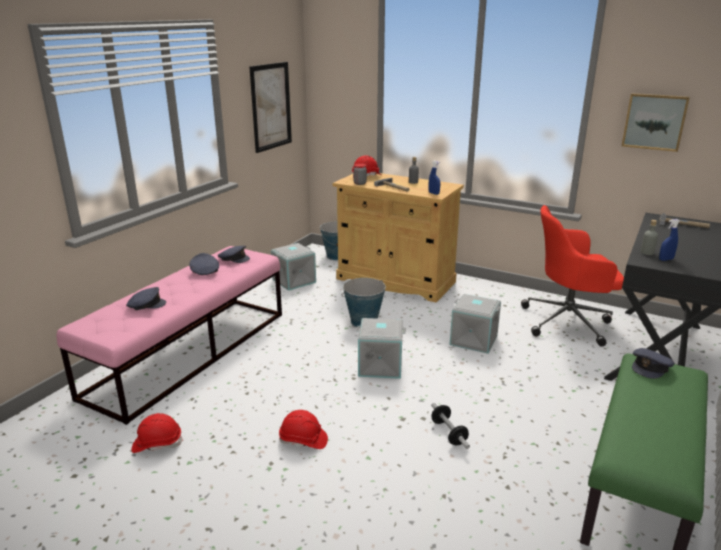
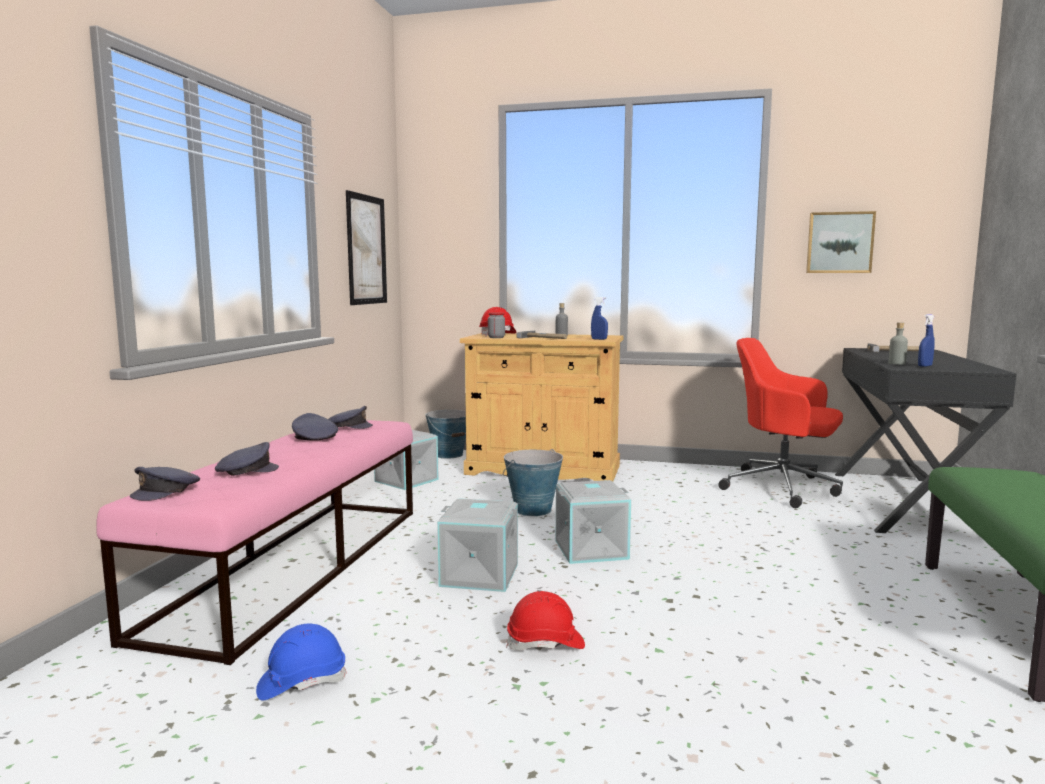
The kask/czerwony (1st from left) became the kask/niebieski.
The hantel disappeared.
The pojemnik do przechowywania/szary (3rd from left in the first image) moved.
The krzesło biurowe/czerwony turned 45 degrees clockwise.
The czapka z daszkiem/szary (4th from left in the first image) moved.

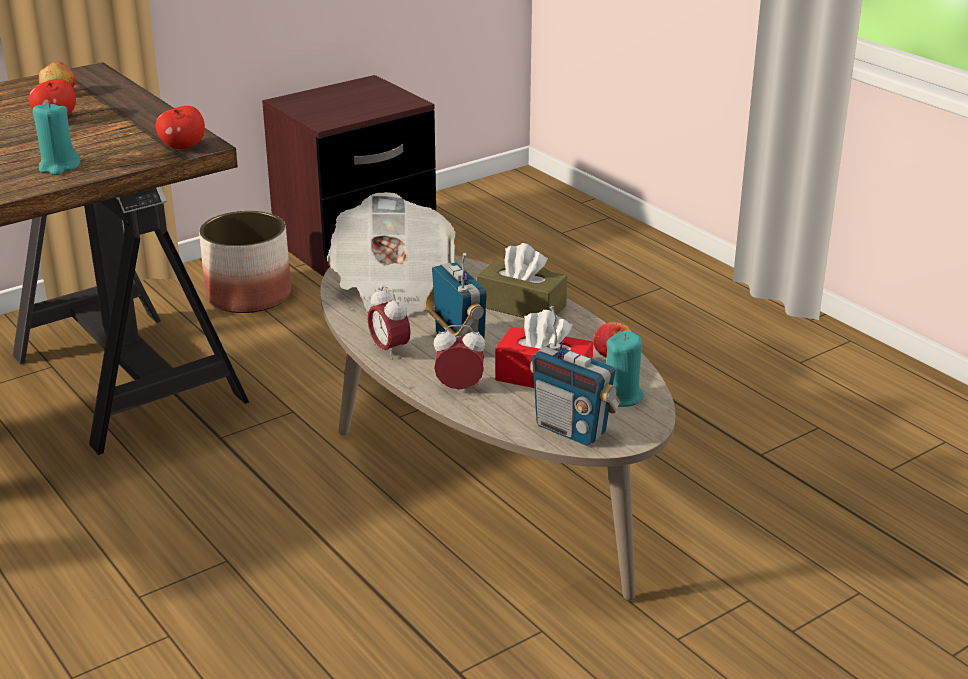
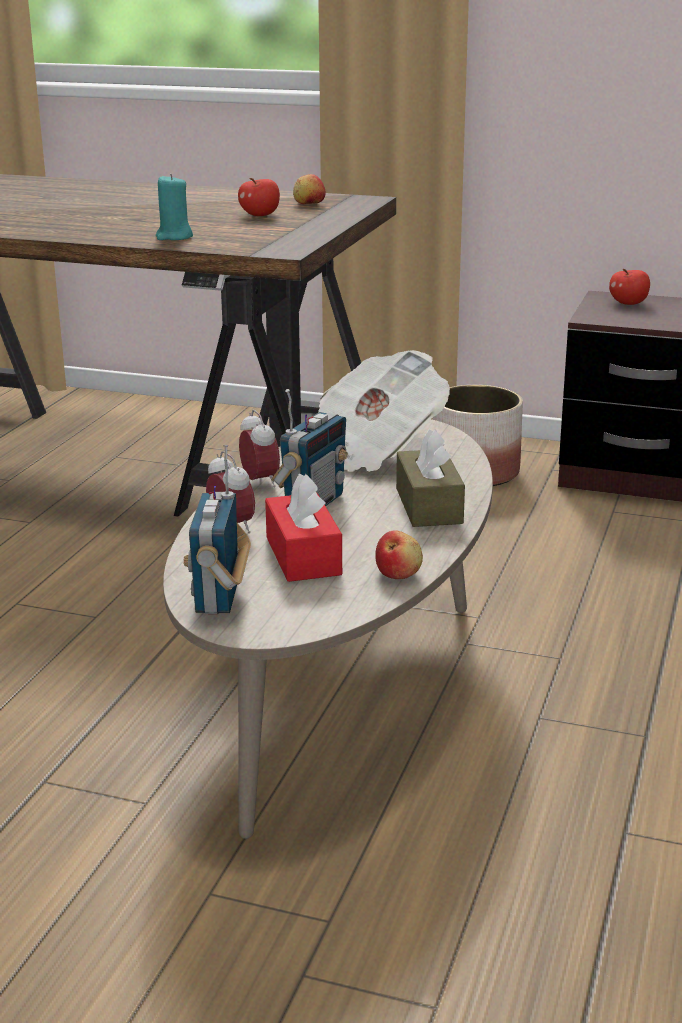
The jabłko (3rd from left in the first image) moved.
The budzik (1st from left in the first image) turned 135 degrees clockwise.
The świeca/turkusowy (2nd from left) disappeared.

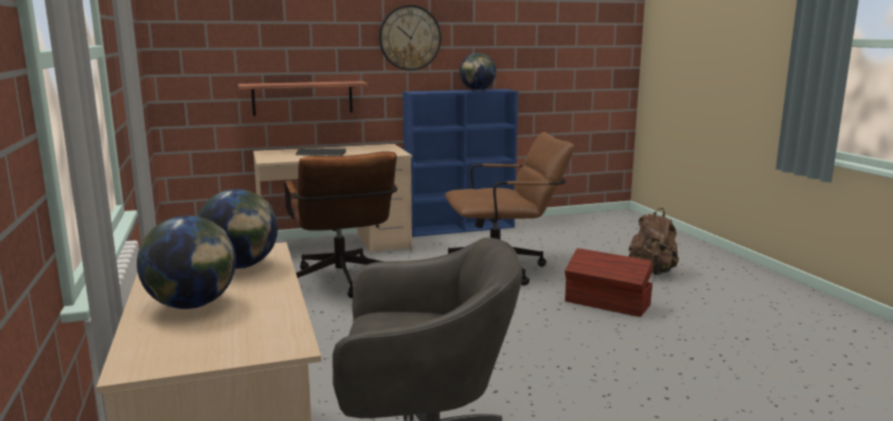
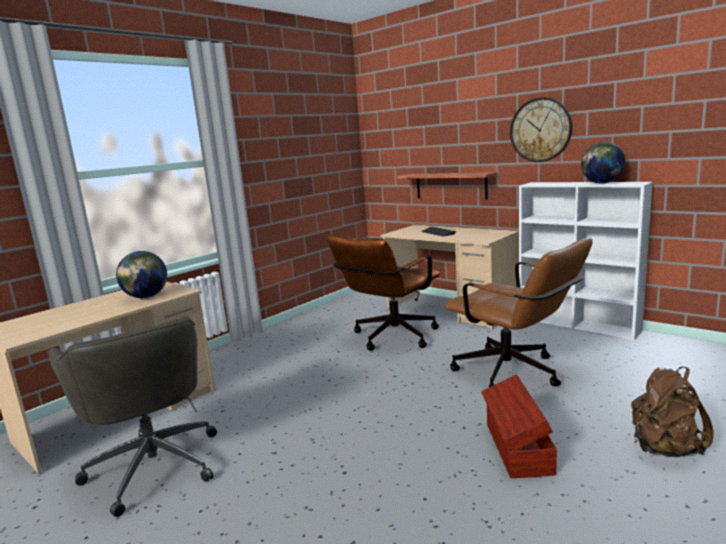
The globus (1st from left) disappeared.
The regał/niebieski became the regał/biały.

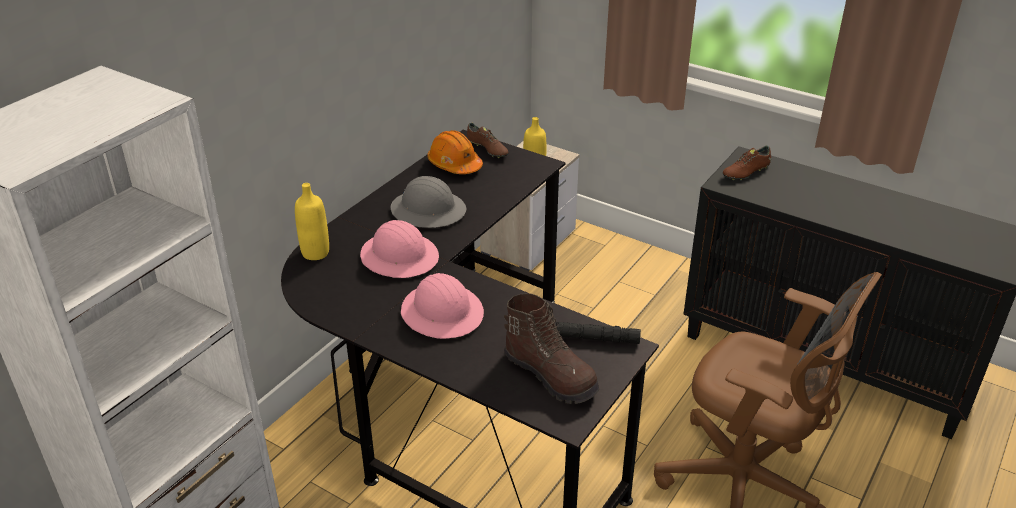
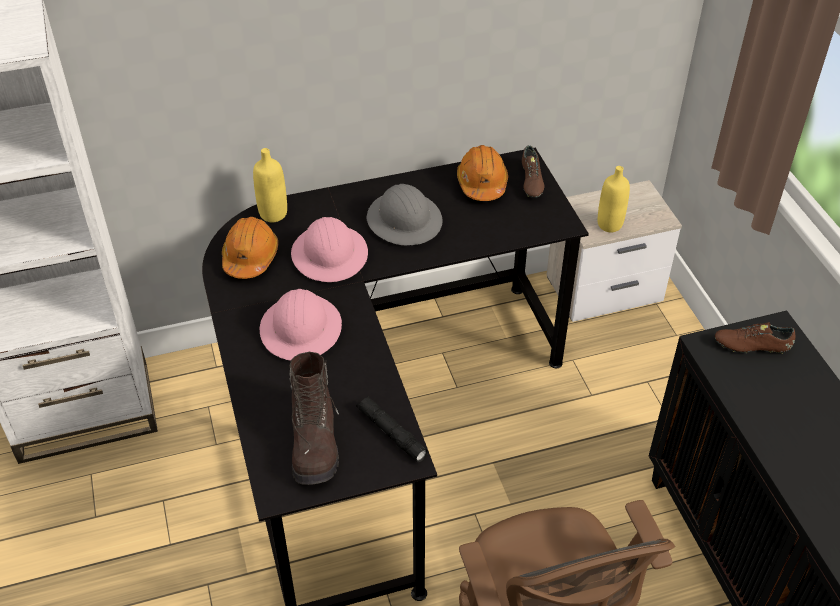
The kask/pomarańczowy (1st from left) appeared.

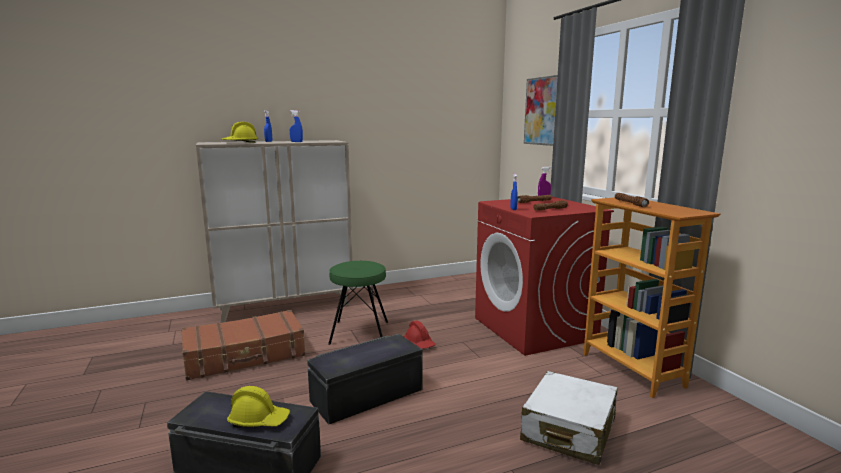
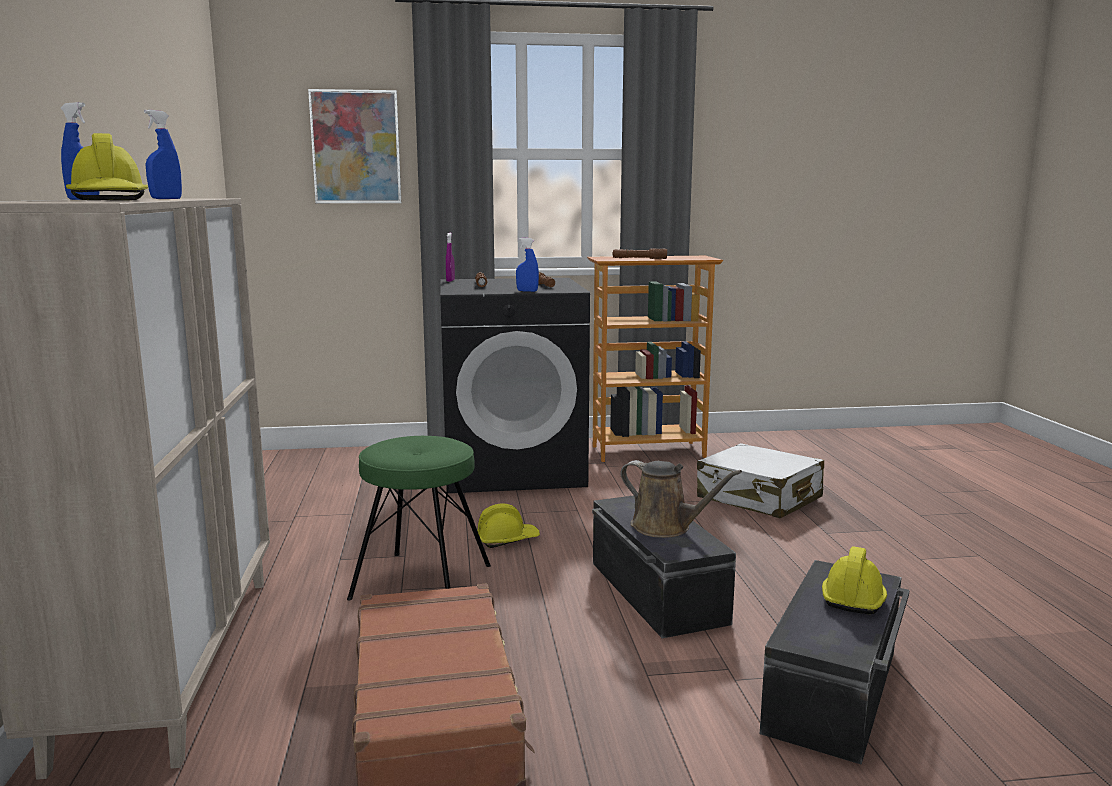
The kask/czerwony became the kask/żółty (2nd from left).
The pralka/czerwony became the pralka/czarny.
The konewka/brązowy appeared.

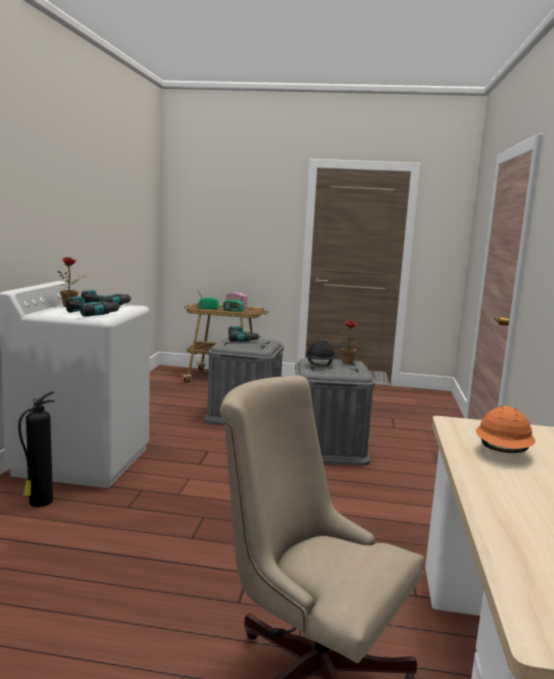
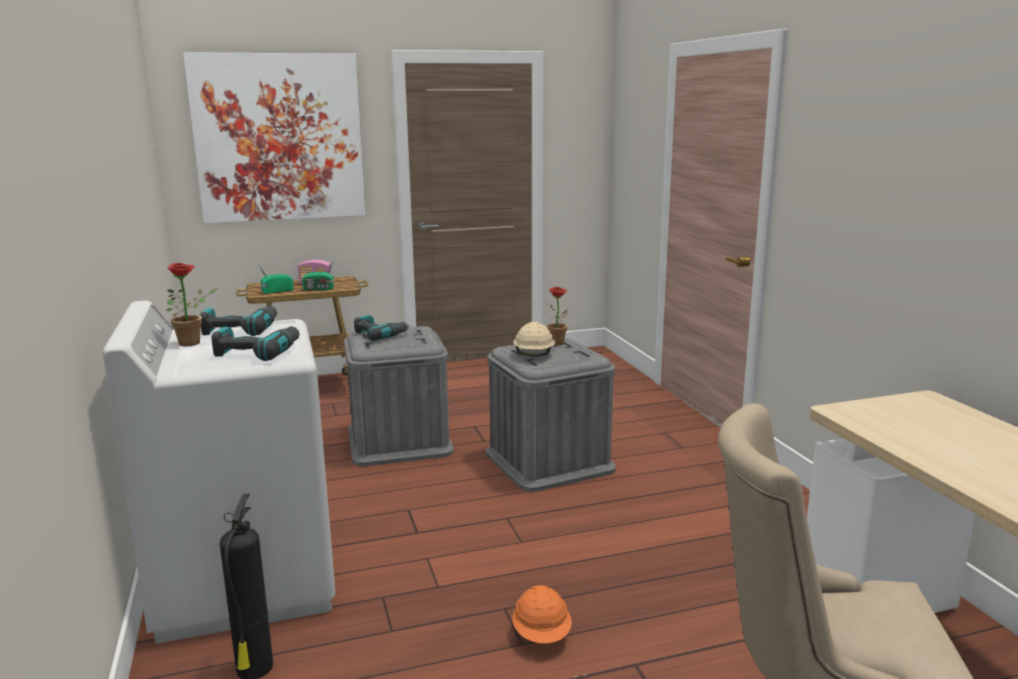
The kask/czarny became the kask/beżowy.
The kask/pomarańczowy moved.
The obraz appeared.

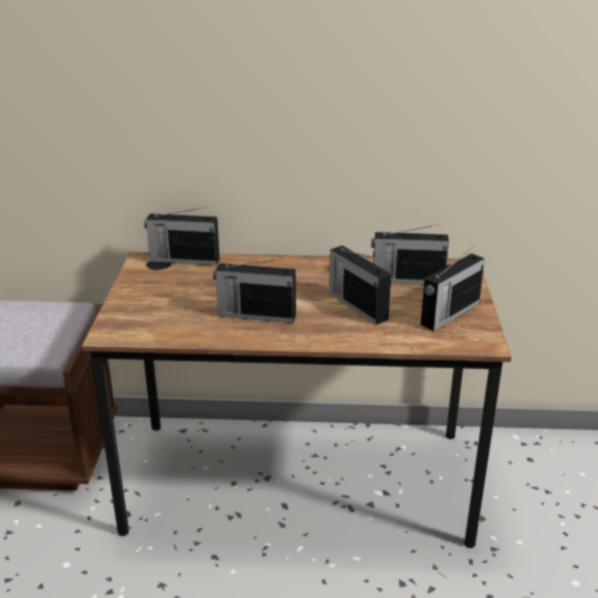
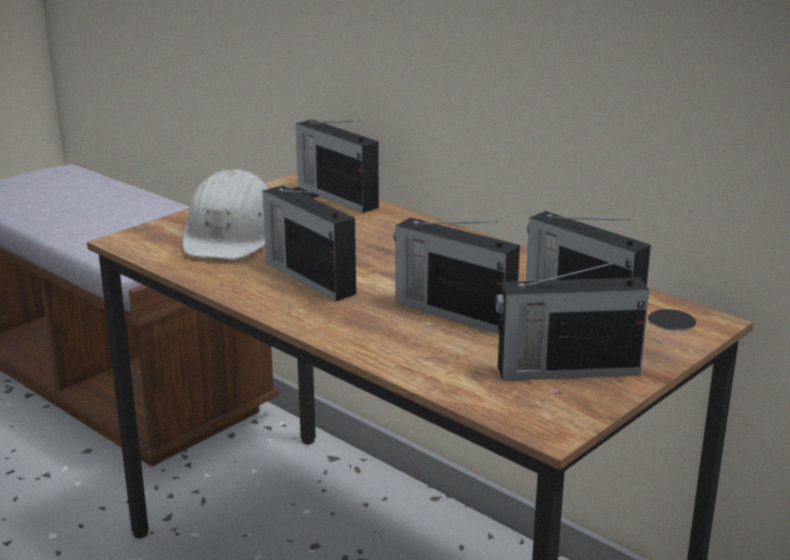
The radio (3rd from left) turned 60 degrees counterclockwise.
The kask/biały appeared.

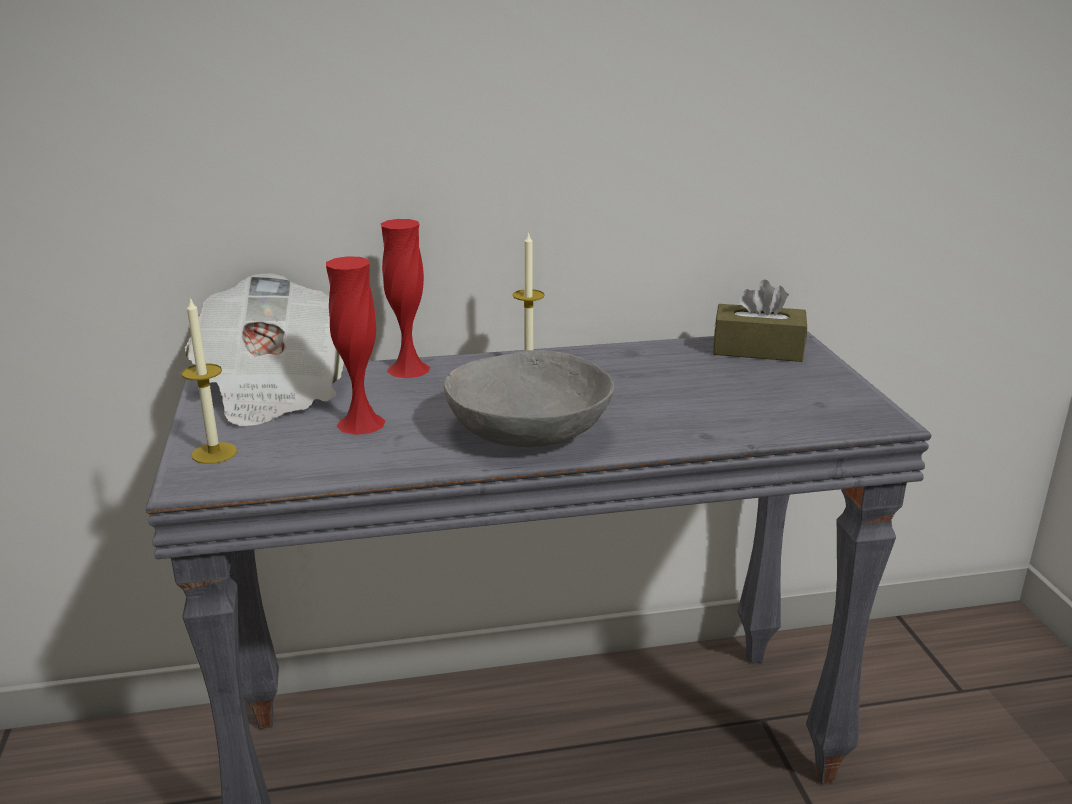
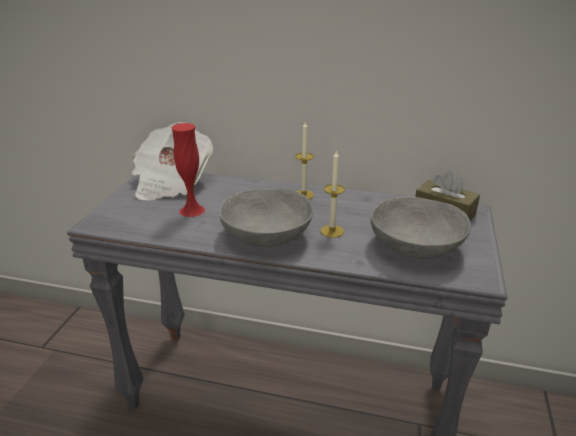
The świeca (1st from left in the first image) moved.
The wazon/czerwony (2nd from left) disappeared.
The miska/szary (2nd from left) appeared.

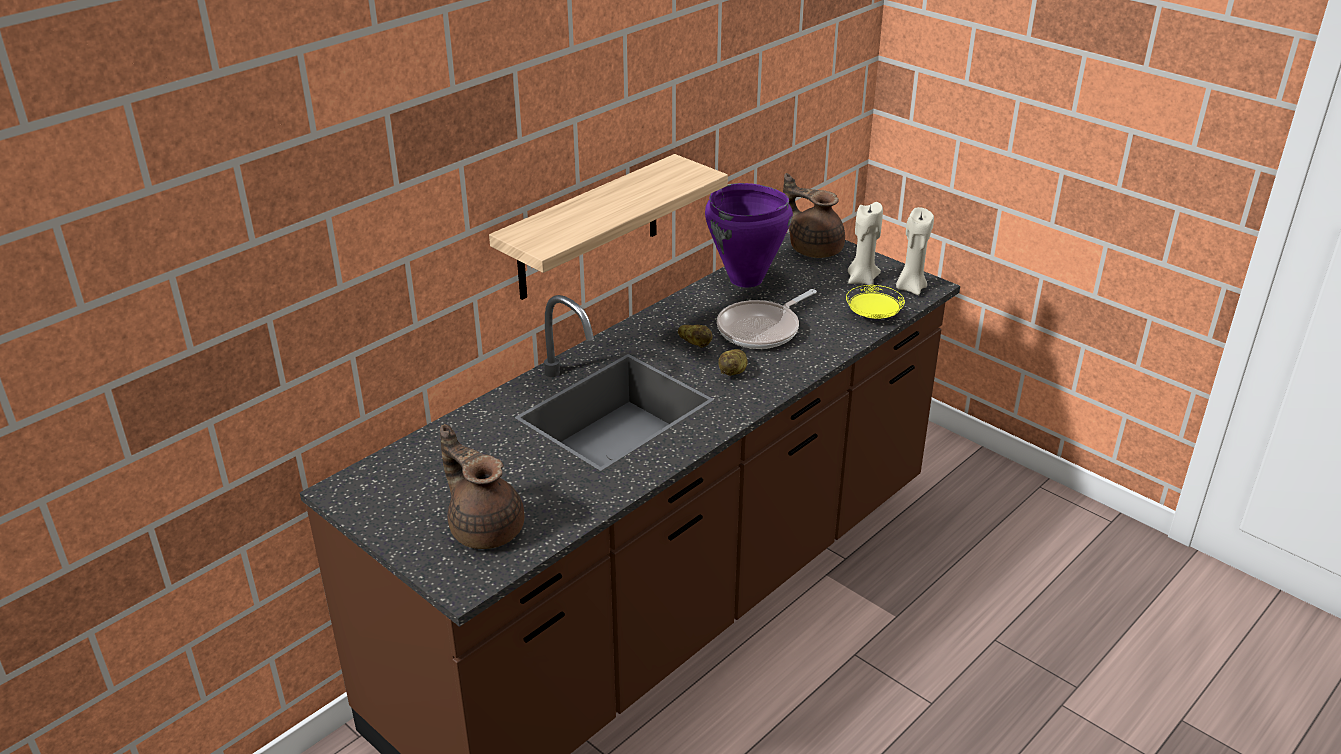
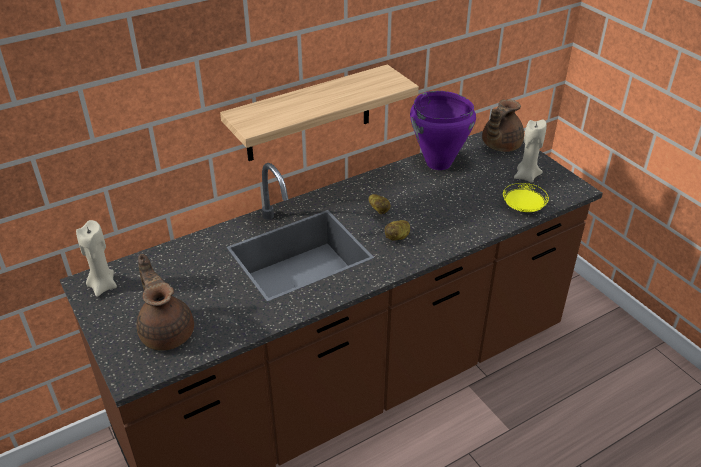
The patelnia disappeared.
The imbryk/brązowy (2nd from left) turned 105 degrees counterclockwise.
The świeca/beżowy (2nd from left in the first image) moved.

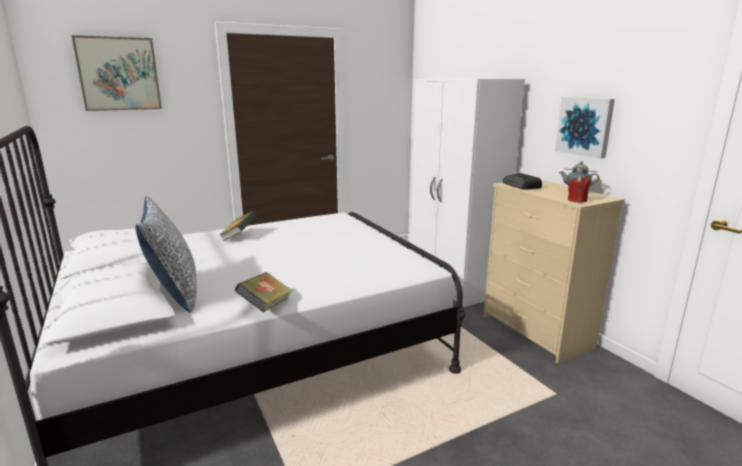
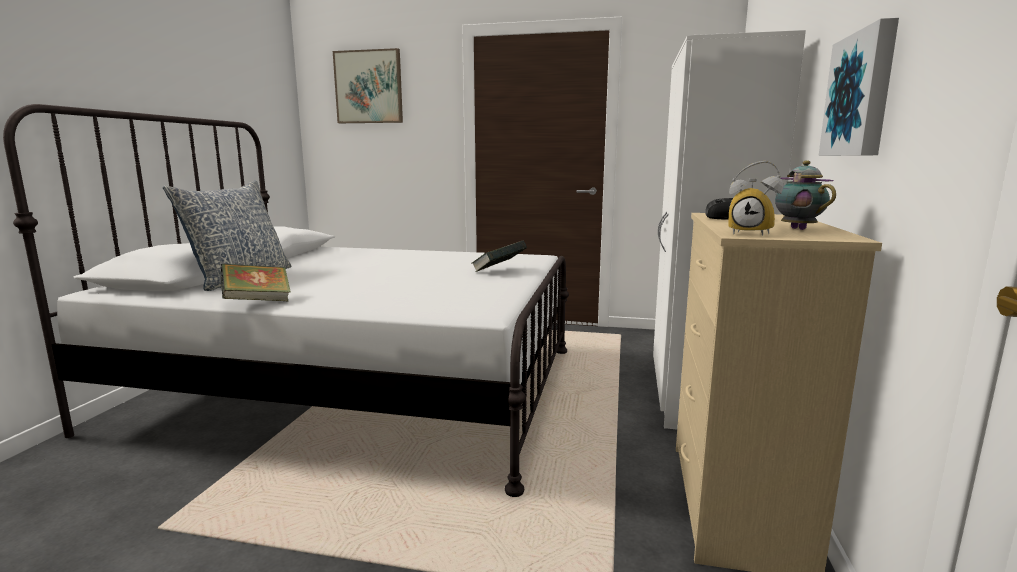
The książka (1st from left in the first image) moved.
The świeca/czerwony was replaced by the budzik.

